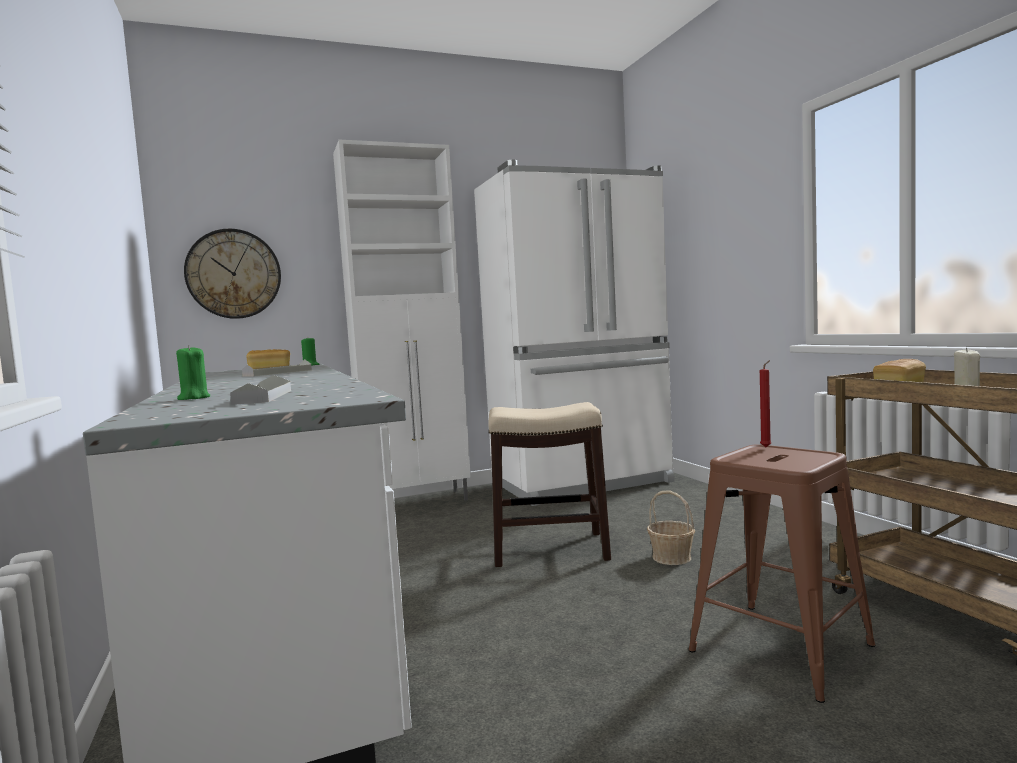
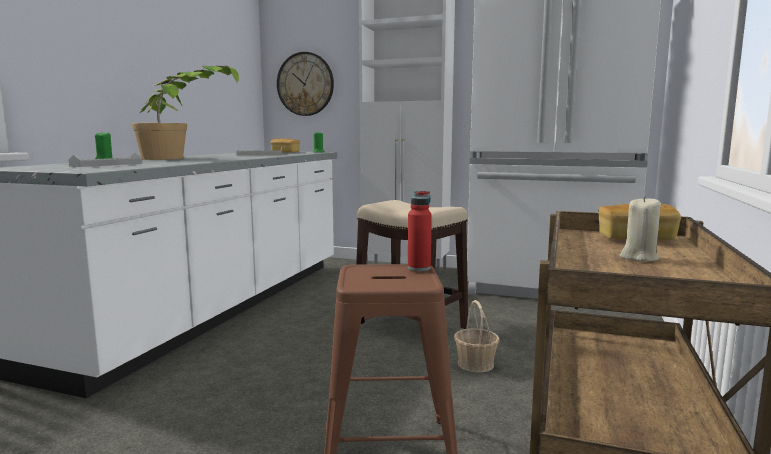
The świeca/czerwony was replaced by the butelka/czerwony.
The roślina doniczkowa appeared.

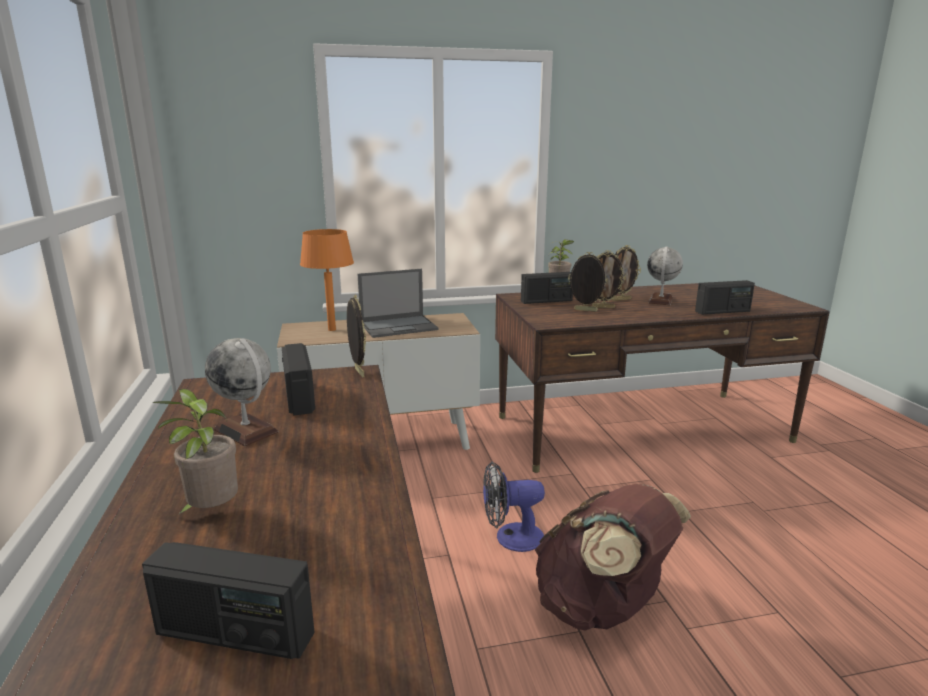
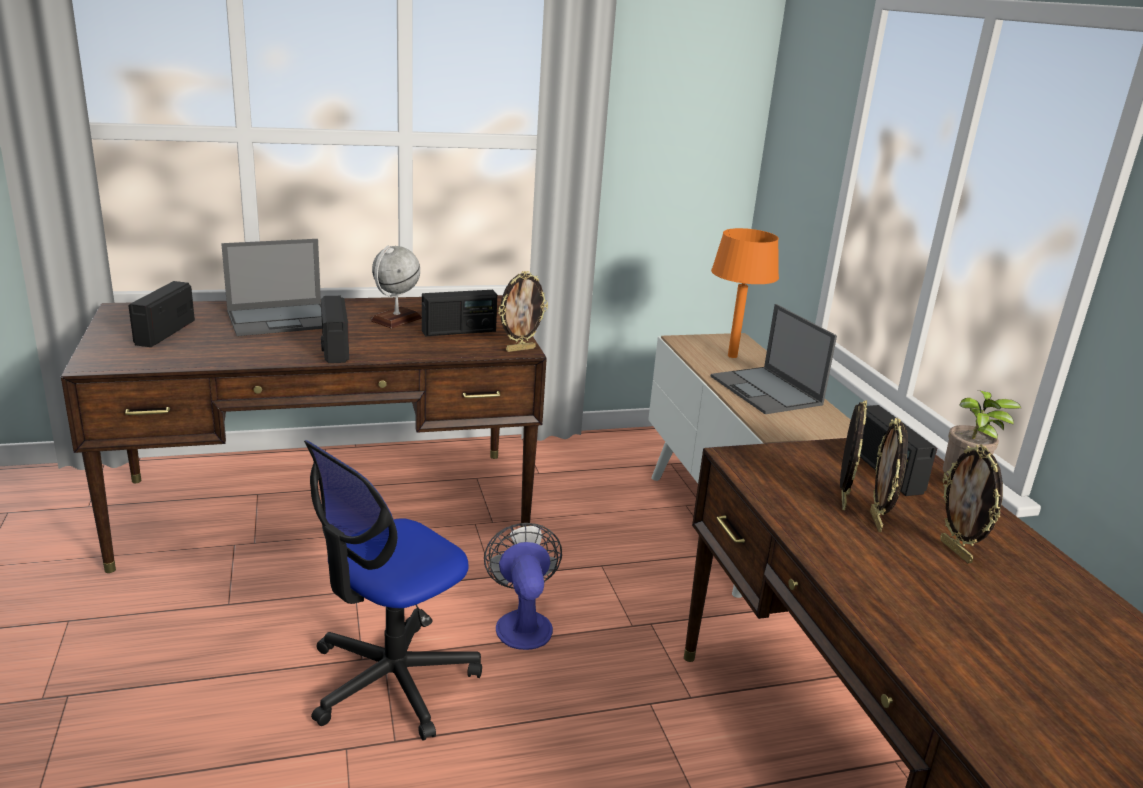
The roślina doniczkowa (1st from left) was replaced by the laptop (1st from left).
The plecak/brązowy was replaced by the krzesło biurowe.
The globus (2nd from left) disappeared.
The radio (4th from left in the first image) moved.

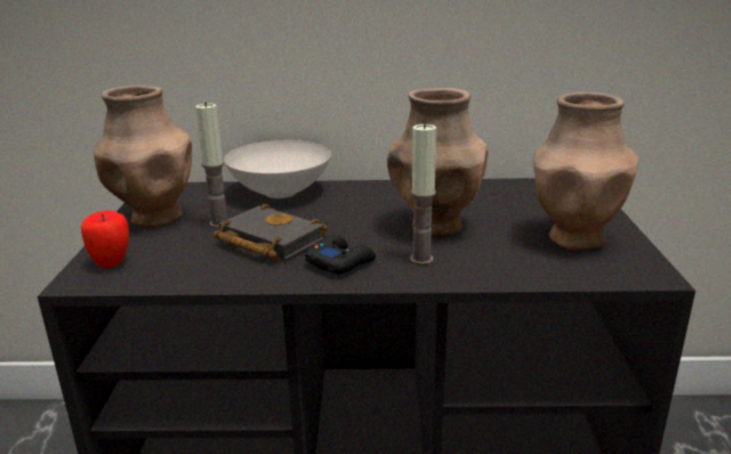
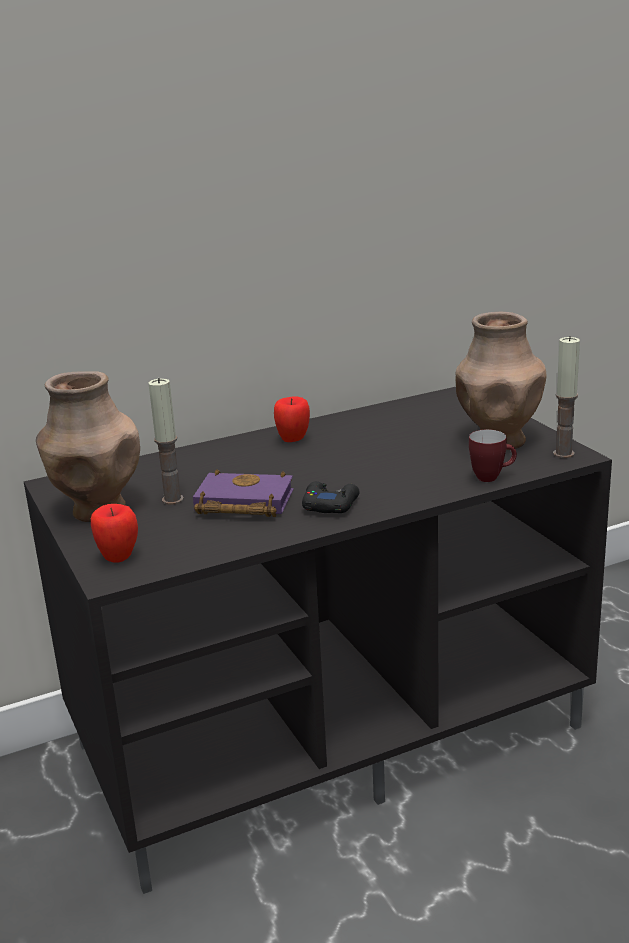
The książka/czarny became the książka/fioletowy.
The miska/biały disappeared.
The wazon/brązowy (2nd from left) disappeared.
The świeca (2nd from left) moved.
The jabłko (2nd from left) appeared.
The kubek appeared.

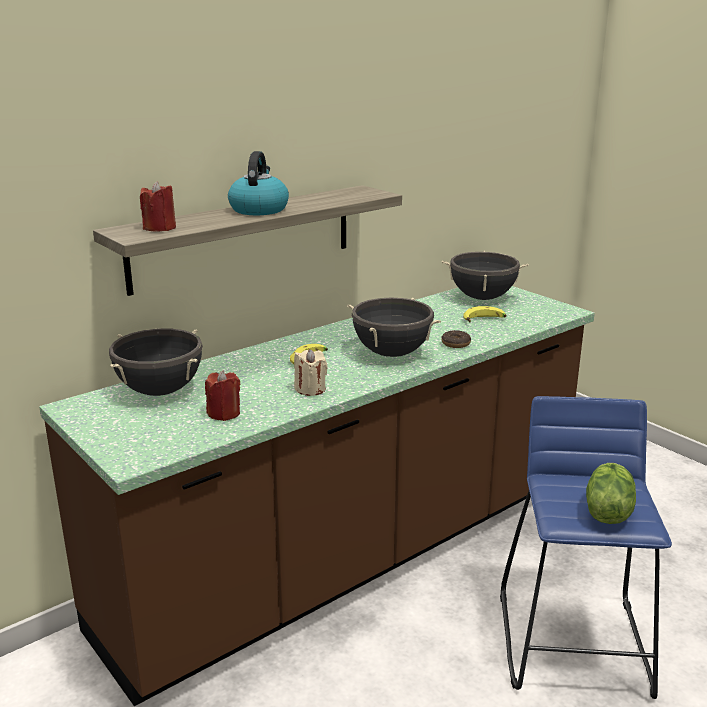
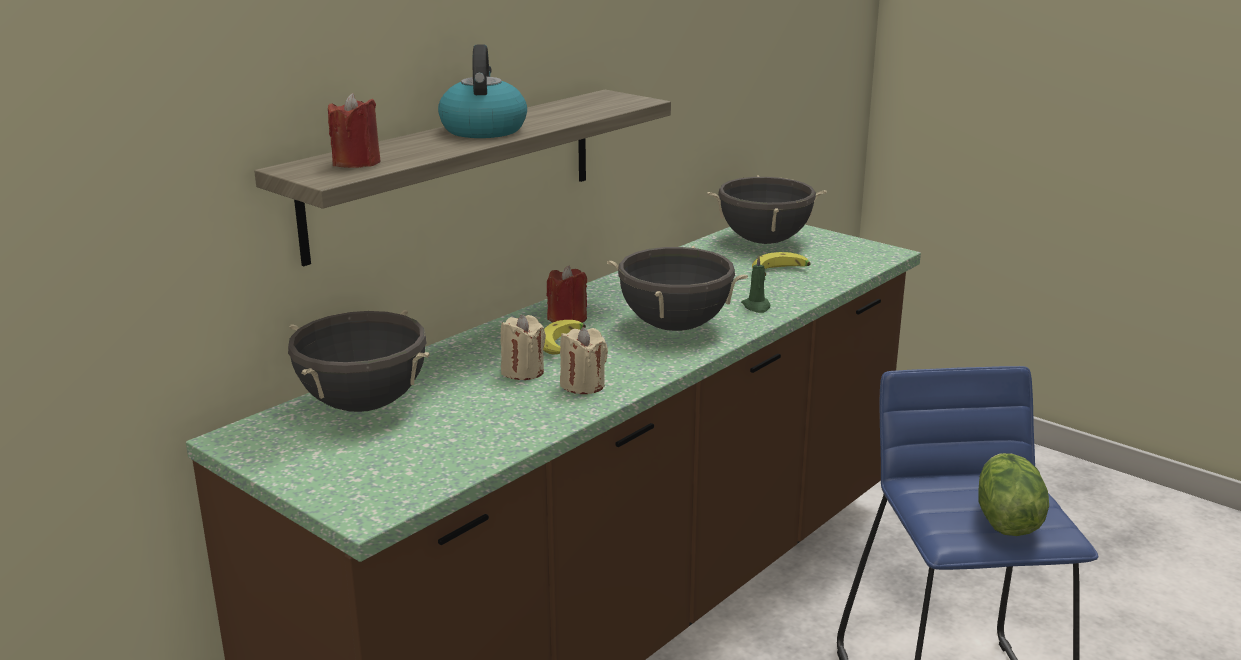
The świeca/czerwony (2nd from left) moved.
The donut was replaced by the świeca/zielony.
The świeca/beżowy (1st from left) appeared.

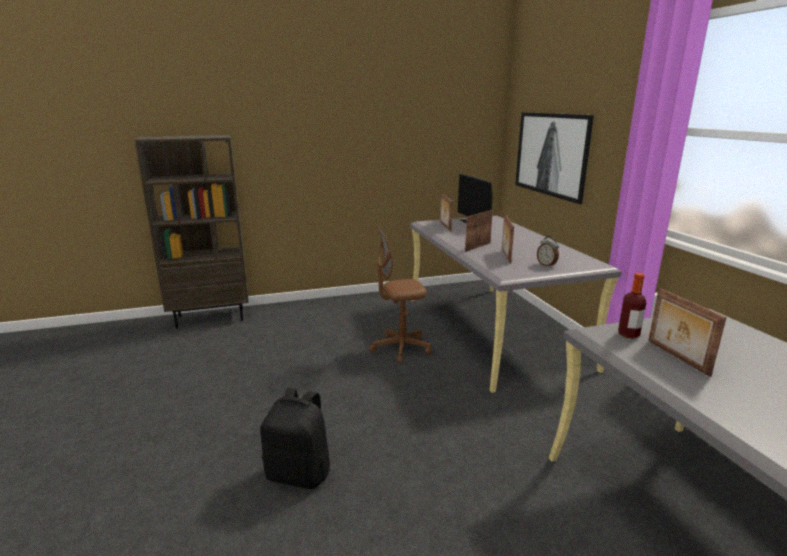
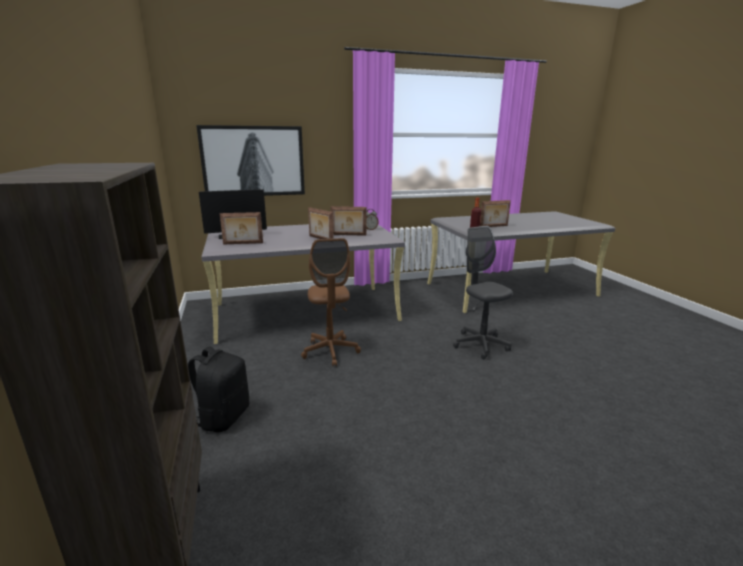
The plecak/czarny moved.
The krzesło biurowe/szary appeared.

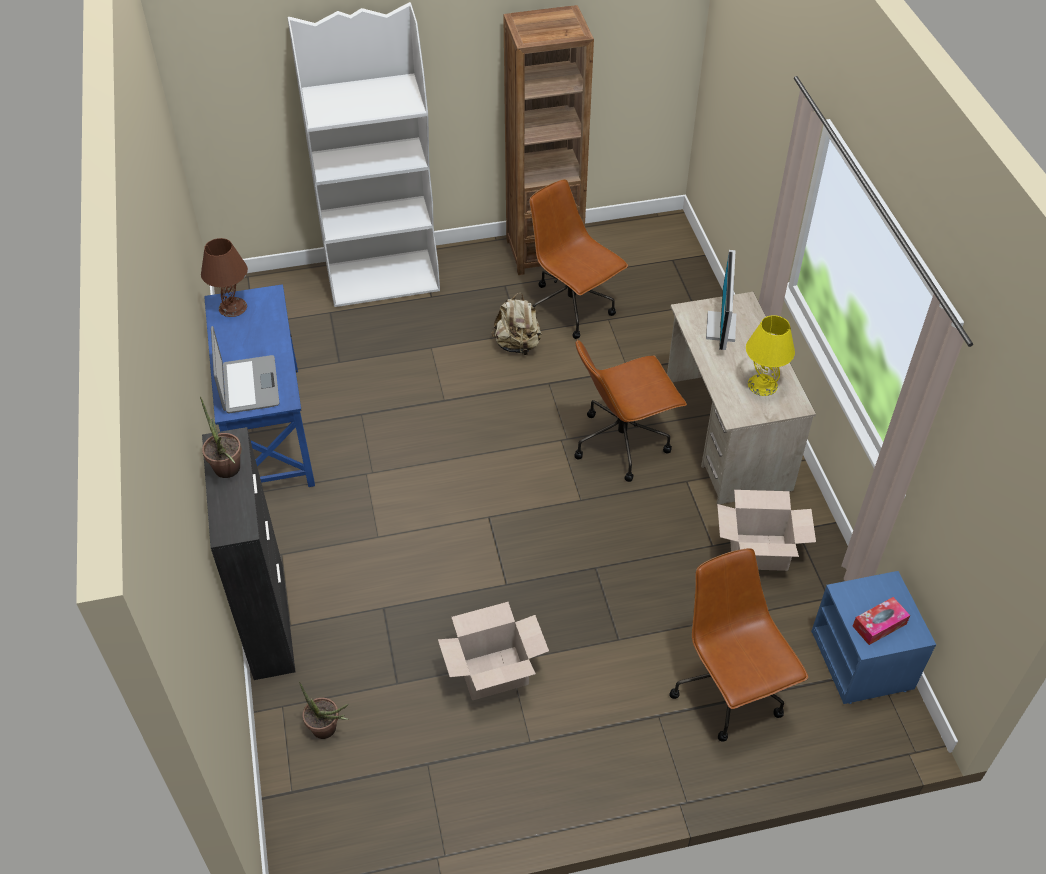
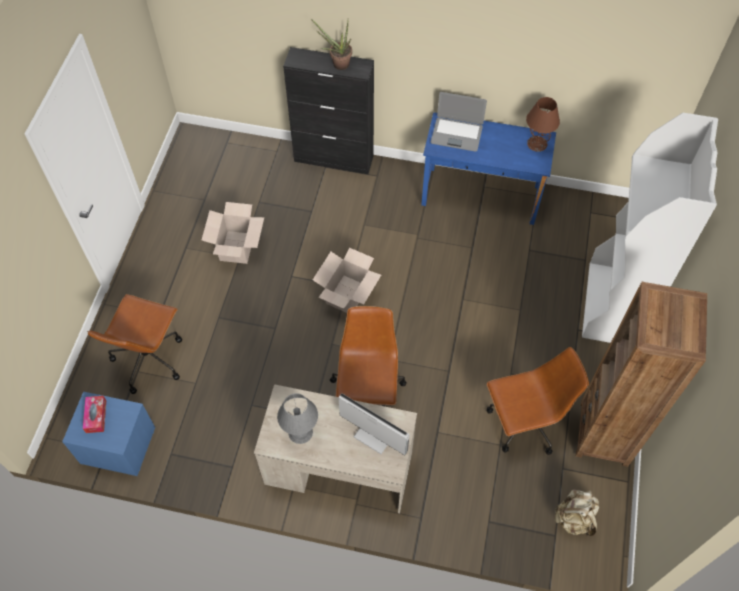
The roślina doniczkowa (2nd from left) disappeared.
The plecak/beżowy moved.
The krzesło biurowe/brązowy (3rd from left in the first image) turned 105 degrees clockwise.
The karton (2nd from left) moved.
The lampa stołowa/żółty became the lampa stołowa/szary.

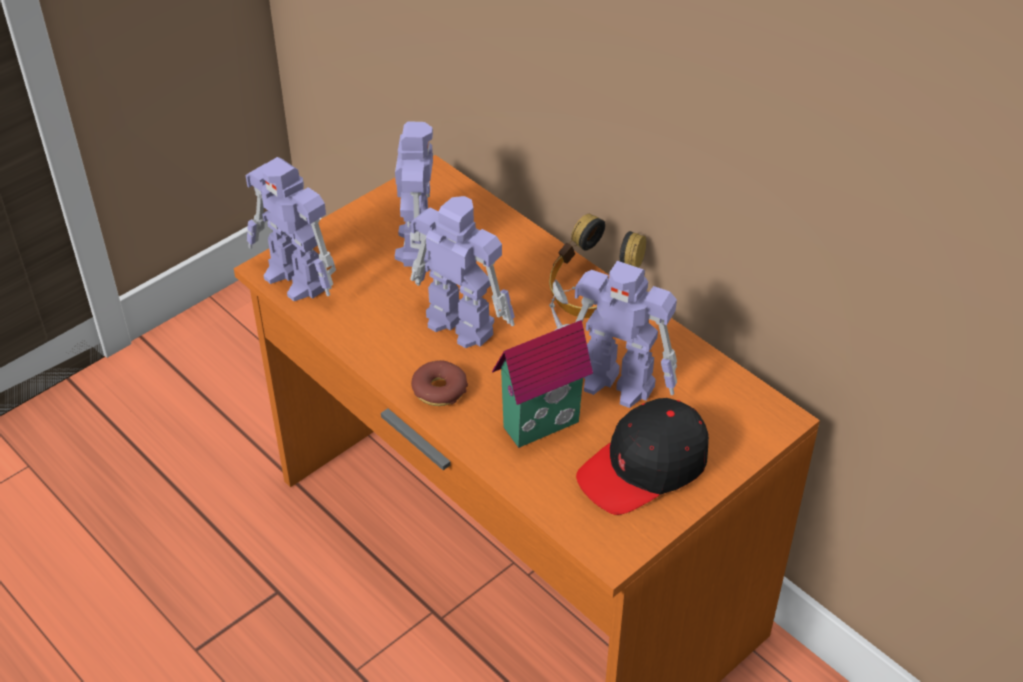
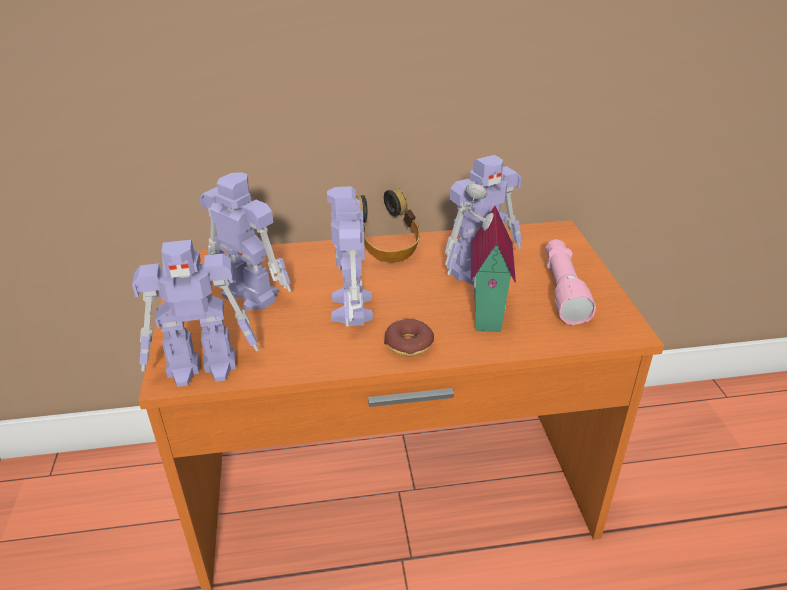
The robot zabawkowy (3rd from left) turned 75 degrees counterclockwise.
The czapka z daszkiem/czarny was replaced by the latarka/różowy.

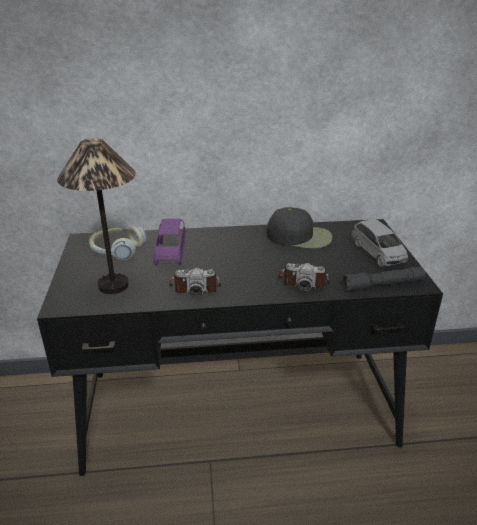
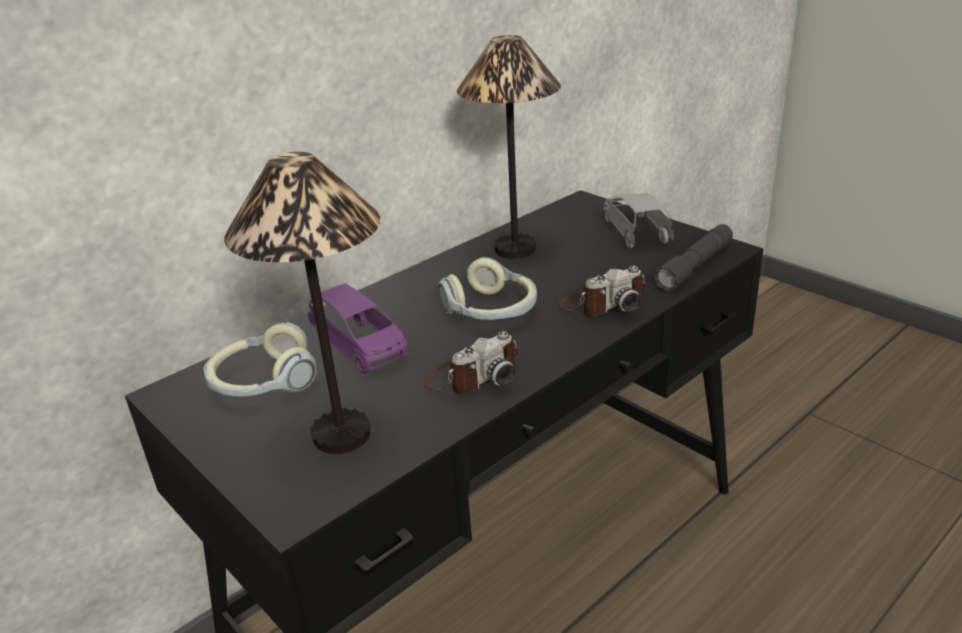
The czapka z daszkiem/czarny was replaced by the lampa stołowa (2nd from left).
The samochodzik/szary turned 135 degrees counterclockwise.
The słuchawki (2nd from left) appeared.

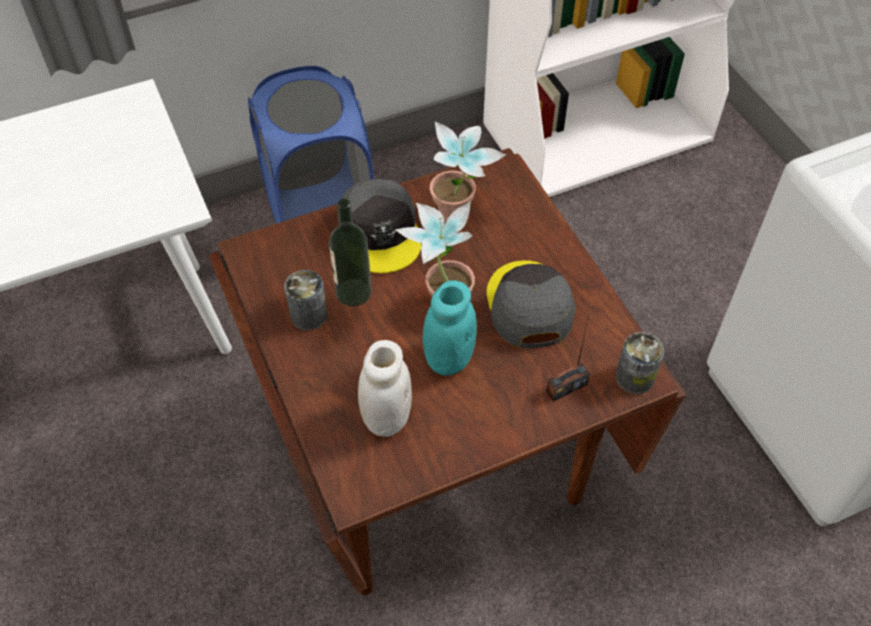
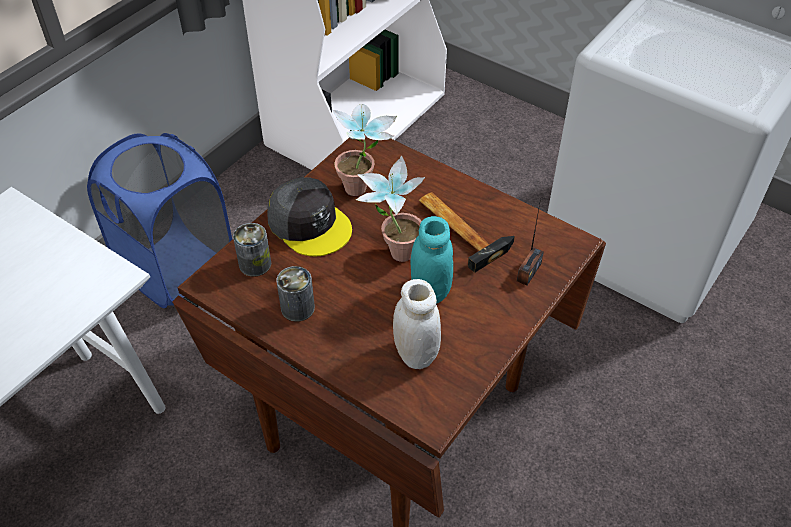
The butelka disappeared.
The czapka z daszkiem/szary (2nd from left) was replaced by the młotek.
The puszka (2nd from left in the first image) moved.

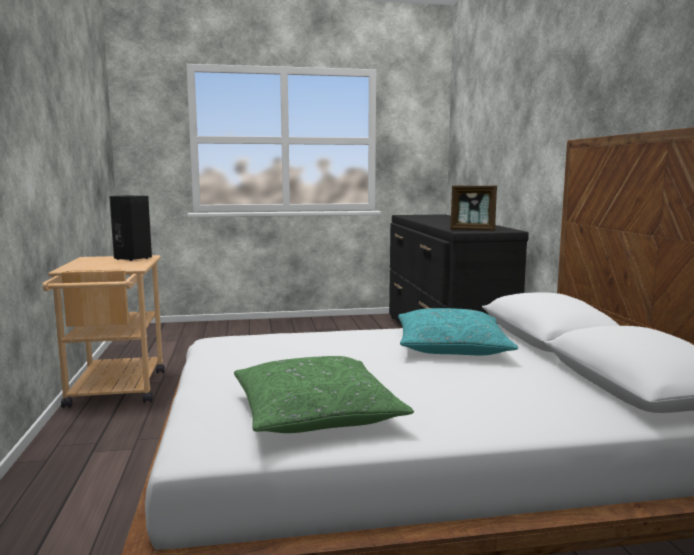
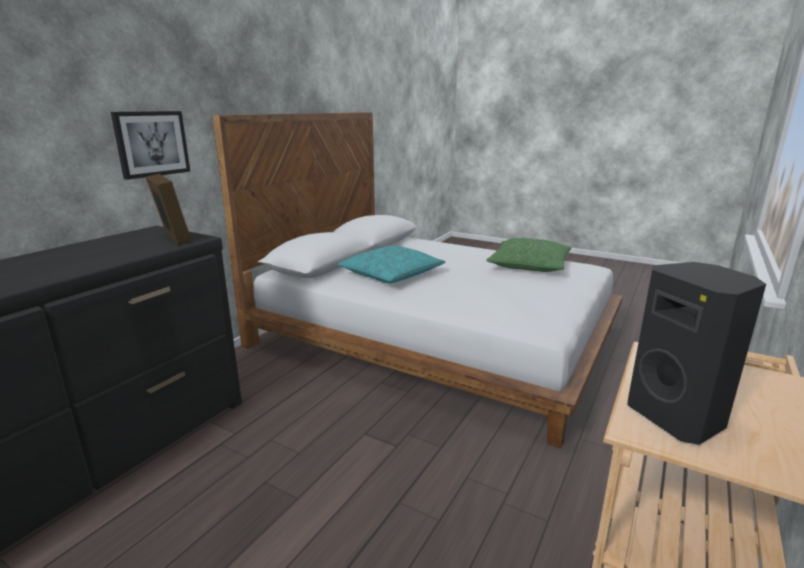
The obraz appeared.

